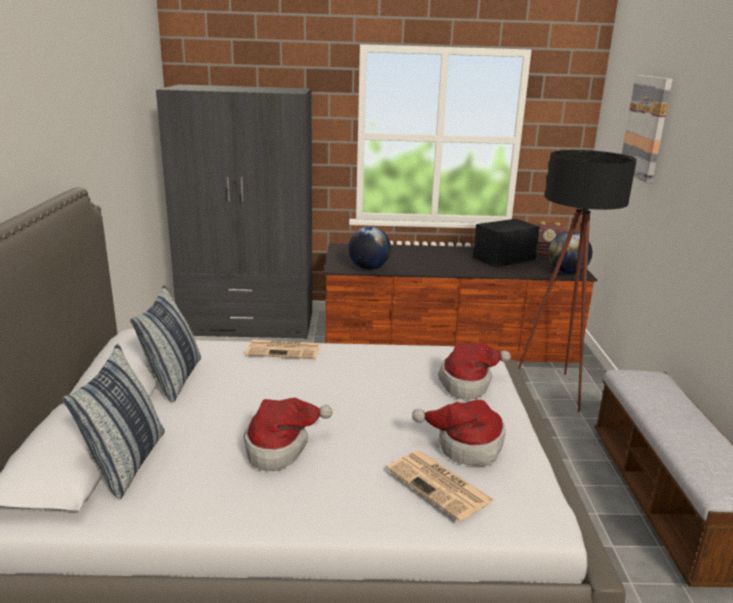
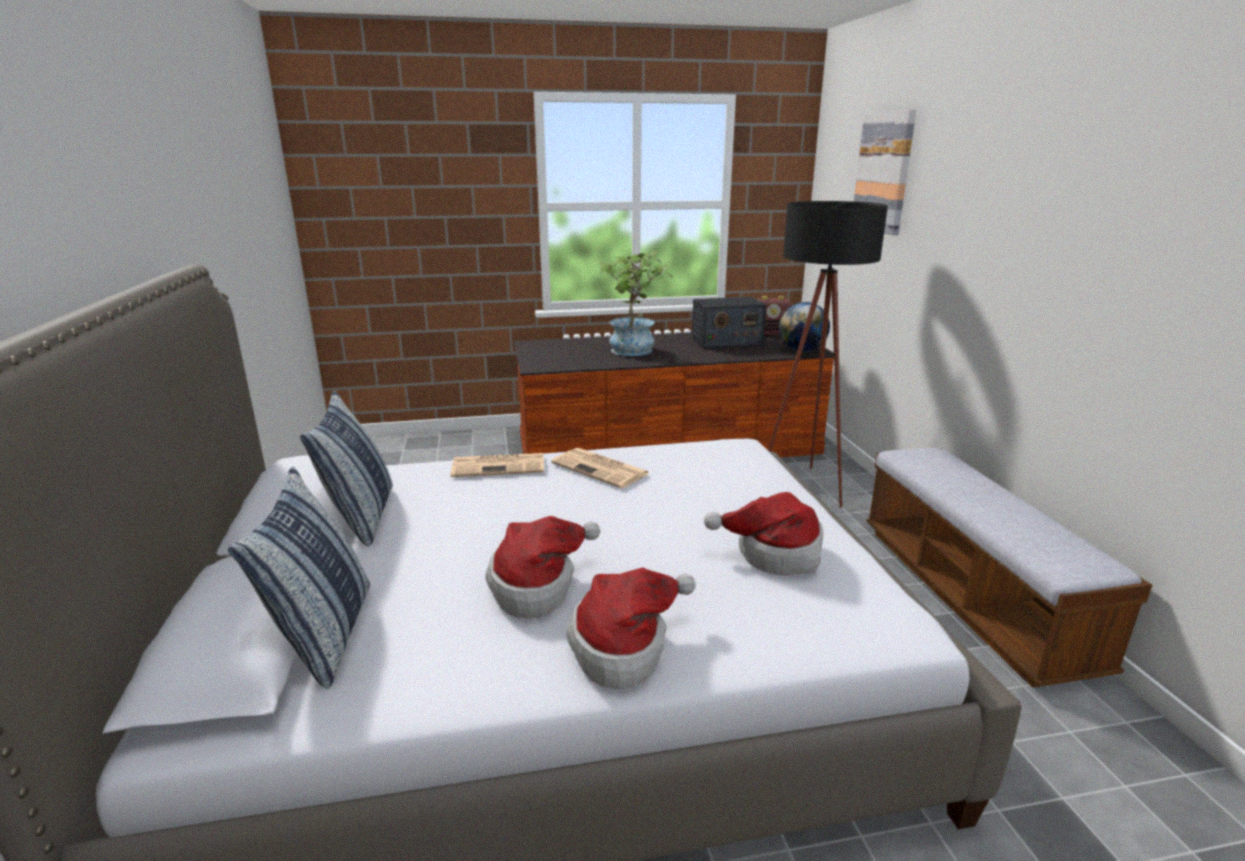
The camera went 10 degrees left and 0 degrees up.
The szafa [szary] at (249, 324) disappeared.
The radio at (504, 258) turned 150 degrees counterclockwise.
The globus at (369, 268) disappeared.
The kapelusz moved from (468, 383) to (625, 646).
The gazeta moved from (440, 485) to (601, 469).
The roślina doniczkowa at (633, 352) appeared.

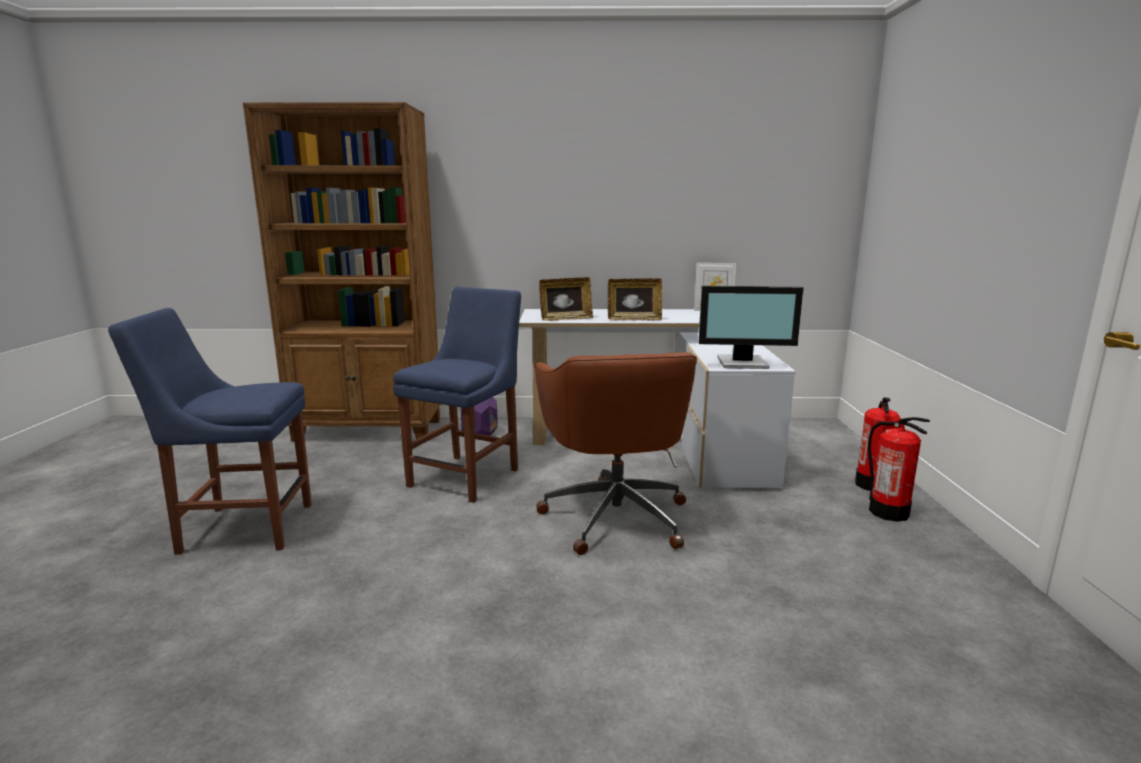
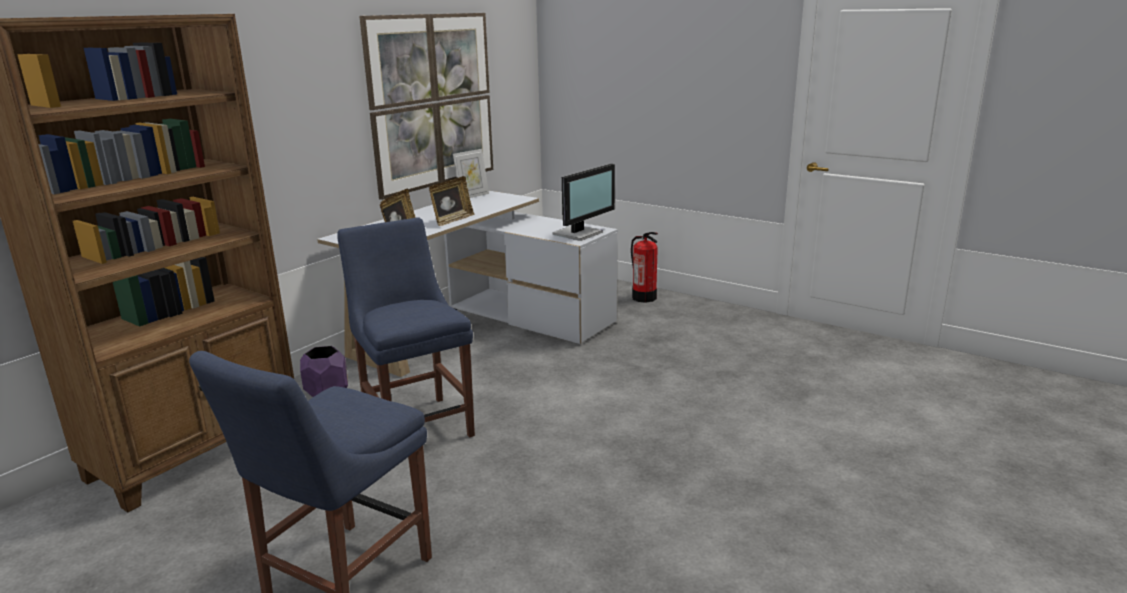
The camera went 55 degrees left and 5 degrees up.
The krzesło biurowe [brązowy] at (615, 515) disappeared.
The gaśnica at (888, 512) disappeared.
The obraz at (432, 101) appeared.

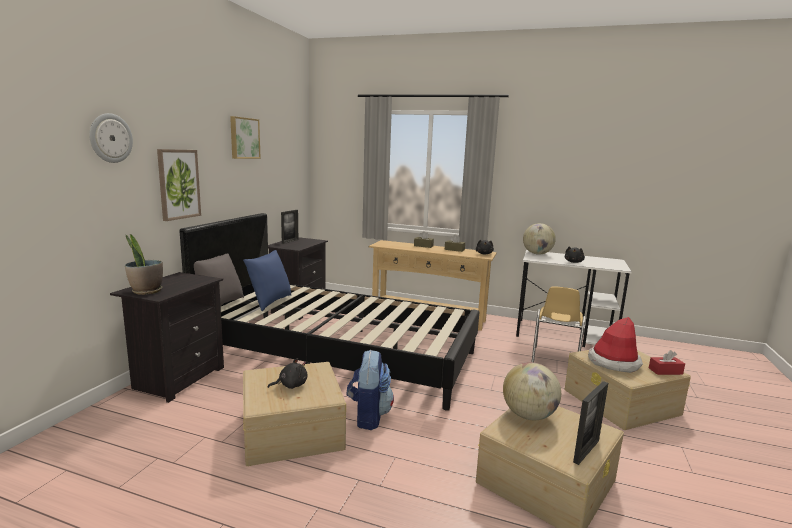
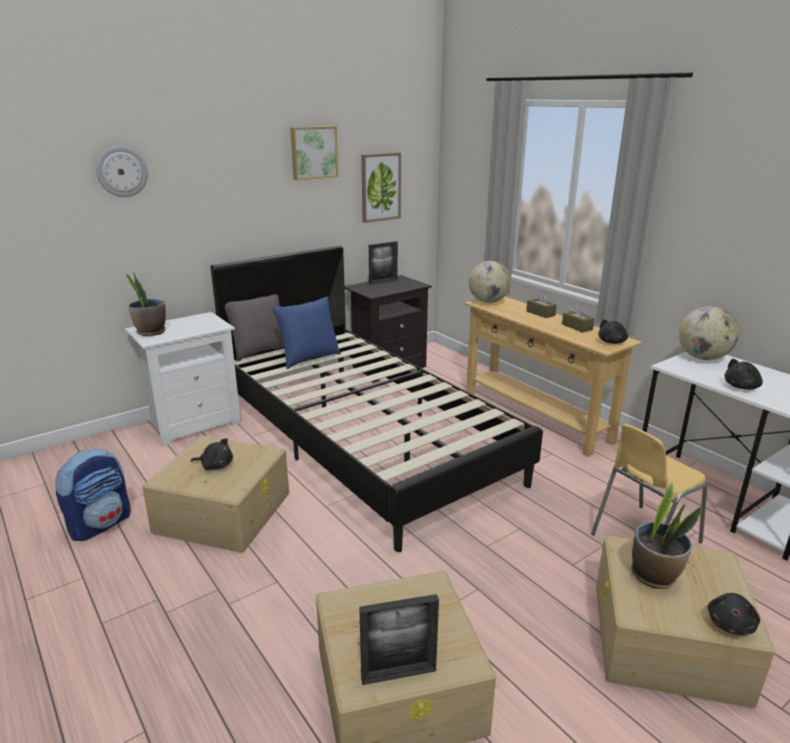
The camera went 35 degrees right and 10 degrees up.
The obraz moved from (178, 184) to (380, 187).
The szafka nocna [czarny] at (177, 378) became the szafka nocna [biały] at (193, 423).
The kapelusz at (613, 362) was replaced by the roślina doniczkowa at (654, 575).
The plecak moved from (368, 416) to (100, 524).
The pudełko chusteczek [czerwony] at (665, 371) was replaced by the pluszak [czarny] at (730, 624).
The globus moved from (528, 415) to (488, 302).

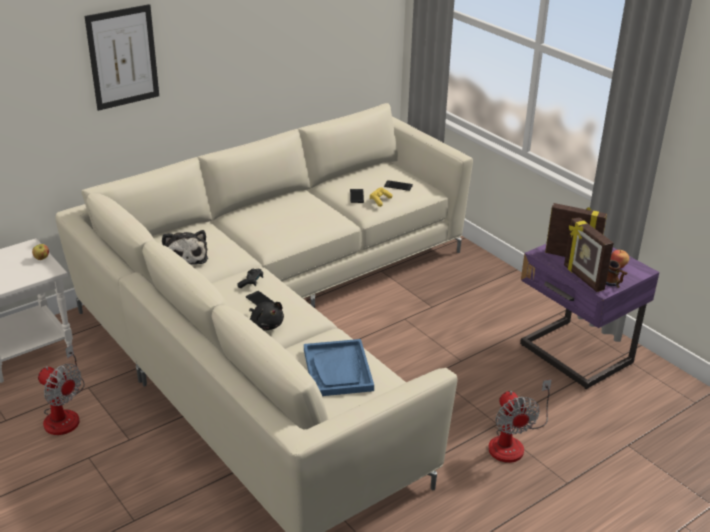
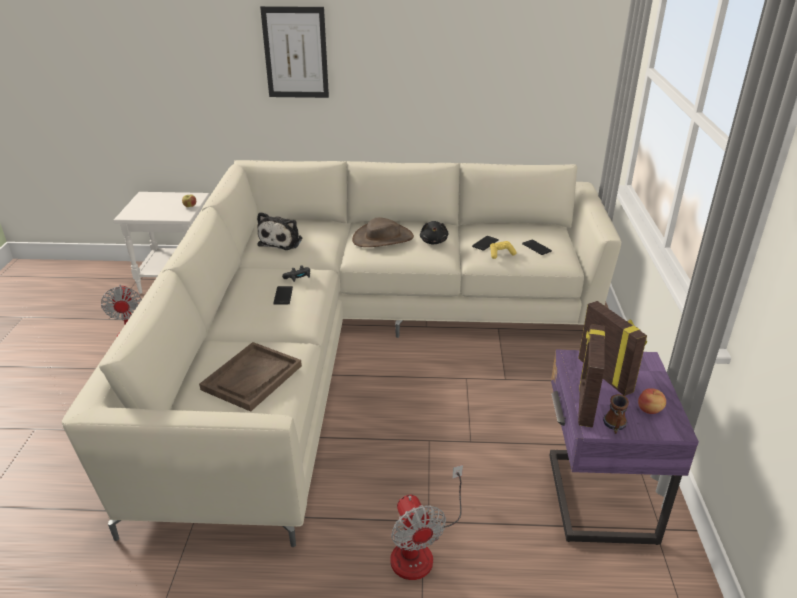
The camera went 40 degrees right and 0 degrees up.
The pluszak [czarny] moved from (266, 325) to (433, 241).
The taca [niebieski] at (338, 370) became the taca [brązowy] at (252, 378).
The wentylator at (513, 442) turned 45 degrees counterclockwise.
The kapelusz [brązowy] at (383, 238) appeared.

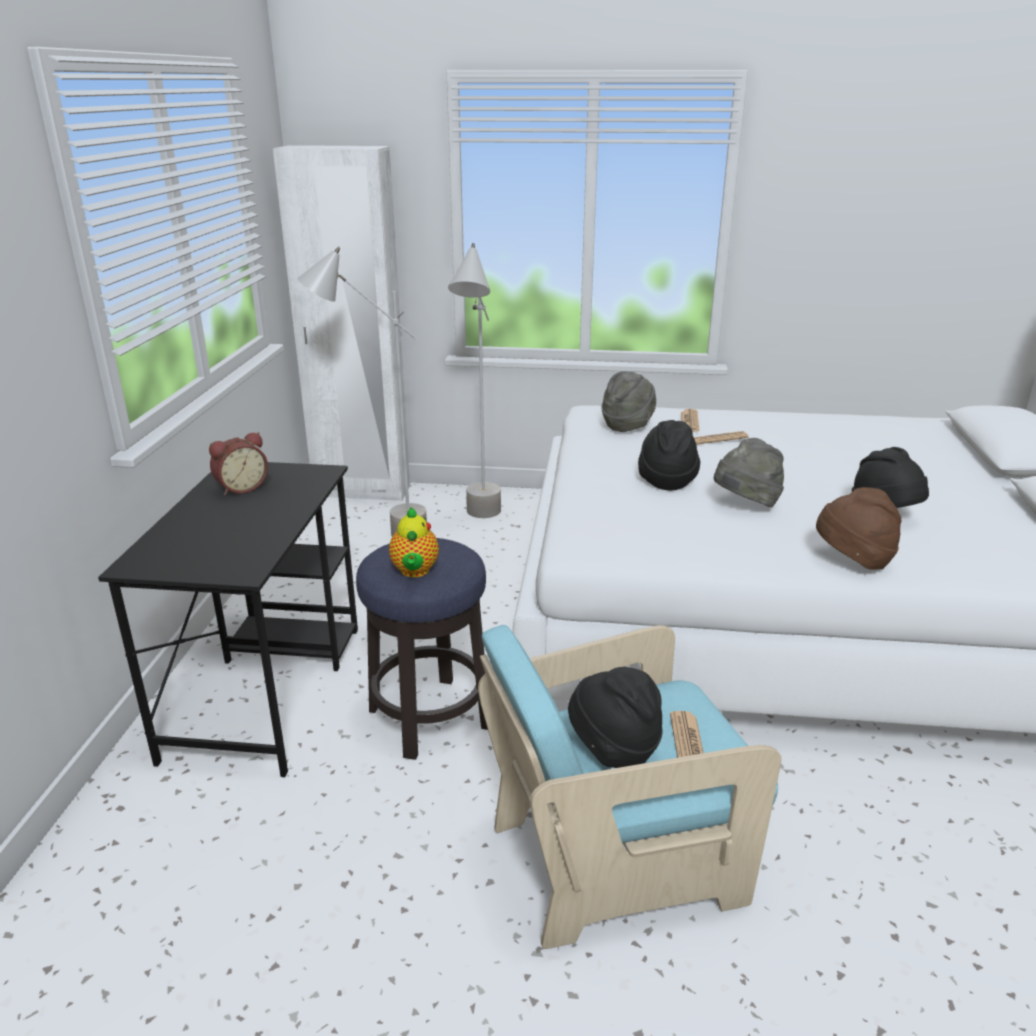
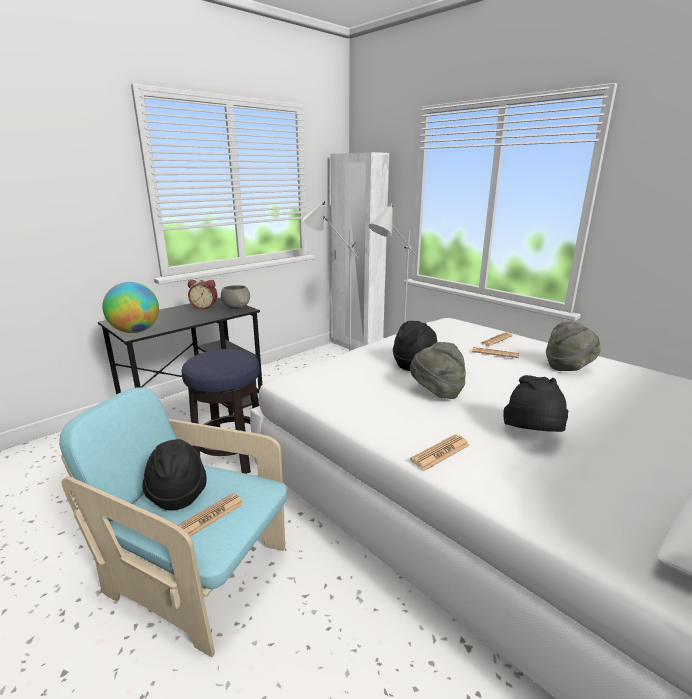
The camera went 40 degrees right and 5 degrees down.
The kapelusz [szary] moved from (627, 425) to (568, 367).
The kapelusz [brązowy] at (853, 561) was replaced by the gazeta at (440, 452).
The imbryk at (414, 572) disappeared.
The globus at (135, 331) appeared.
The miska [szary] at (236, 308) appeared.

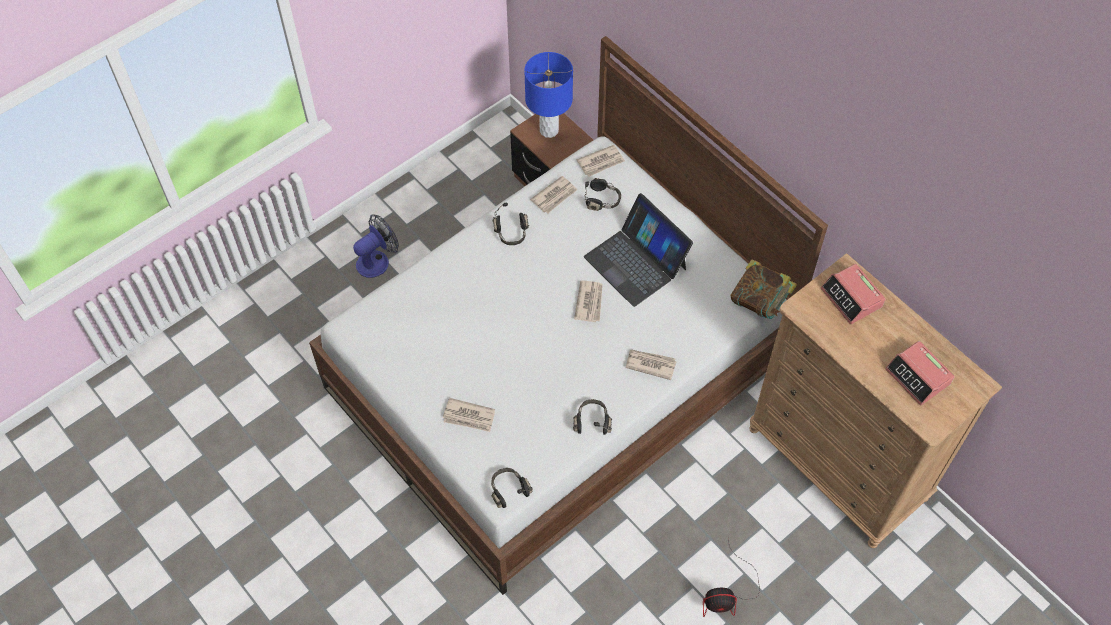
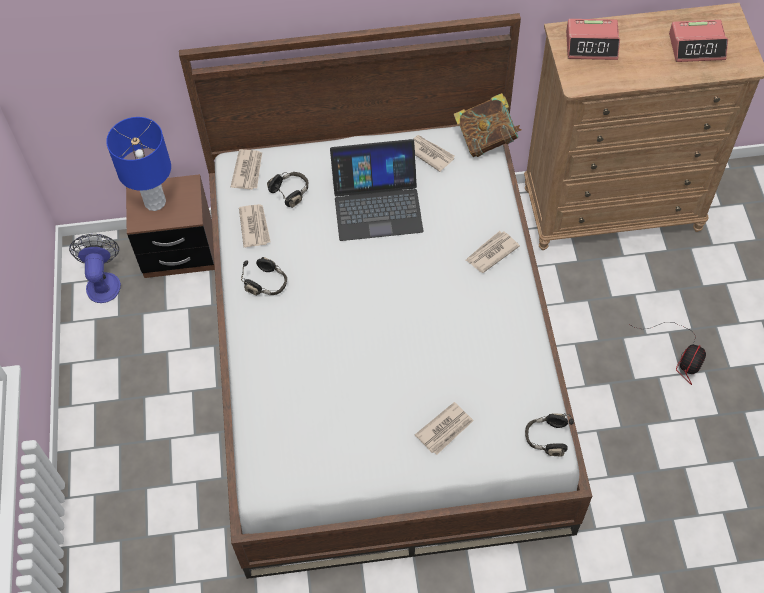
The camera went 55 degrees left and 0 degrees up.
The wentylator moved from (377, 260) to (103, 281).
The gazeta moved from (589, 302) to (429, 153).
The słuchawki [czarny] at (592, 421) disappeared.

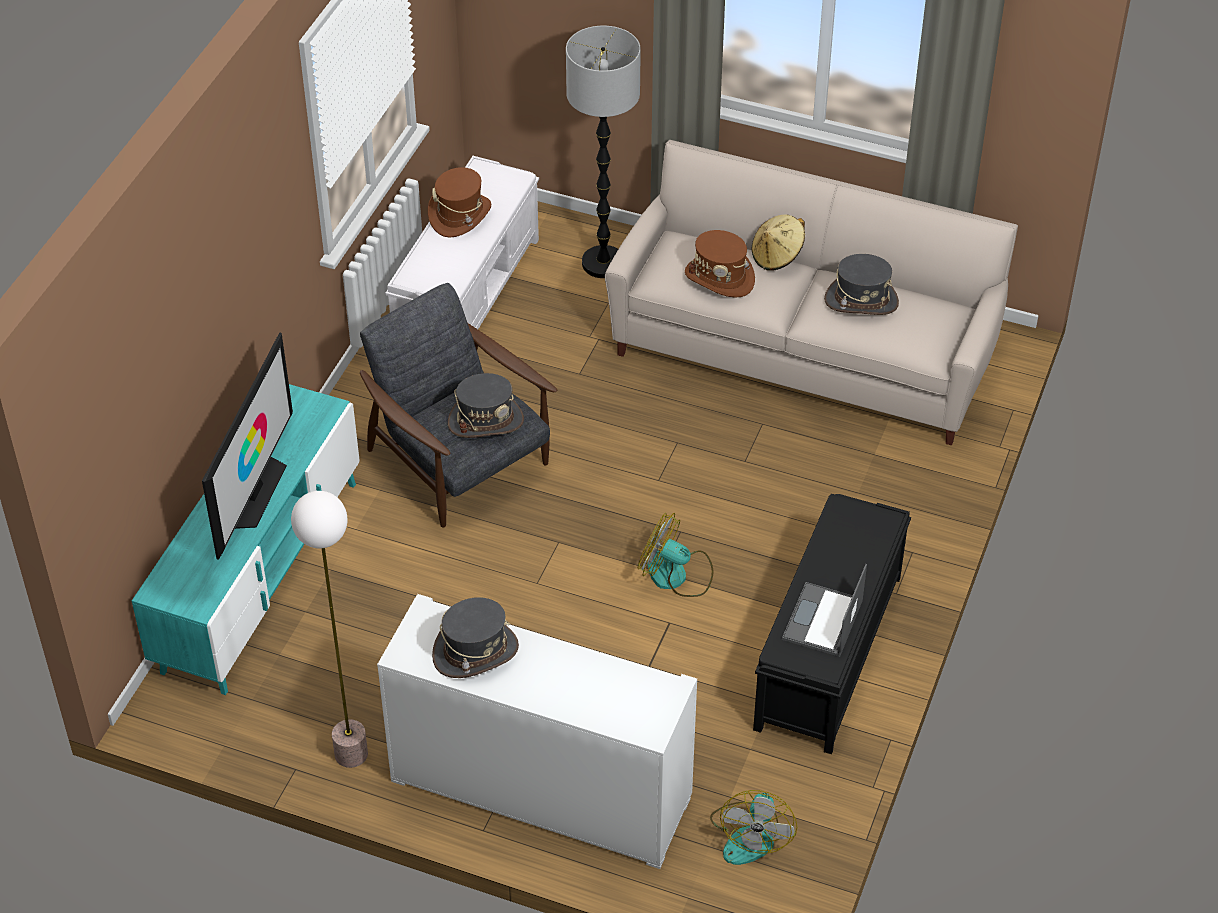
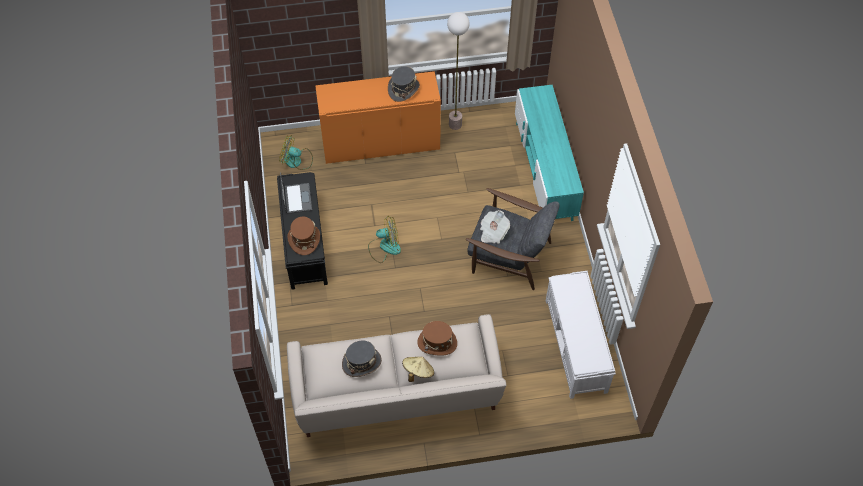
The camera went 150 degrees right and 10 degrees up.
The lampa stojąca at (603, 263) disappeared.
The kapelusz [brązowy] moved from (460, 215) to (304, 239).
The telewizor at (254, 492) disappeared.
The kapelusz [szary] at (486, 421) was replaced by the gazeta at (493, 232).
The szafka [biały] at (541, 788) became the szafka [pomarańczowy] at (380, 143).
The wentylator at (751, 835) turned 60 degrees counterclockwise.

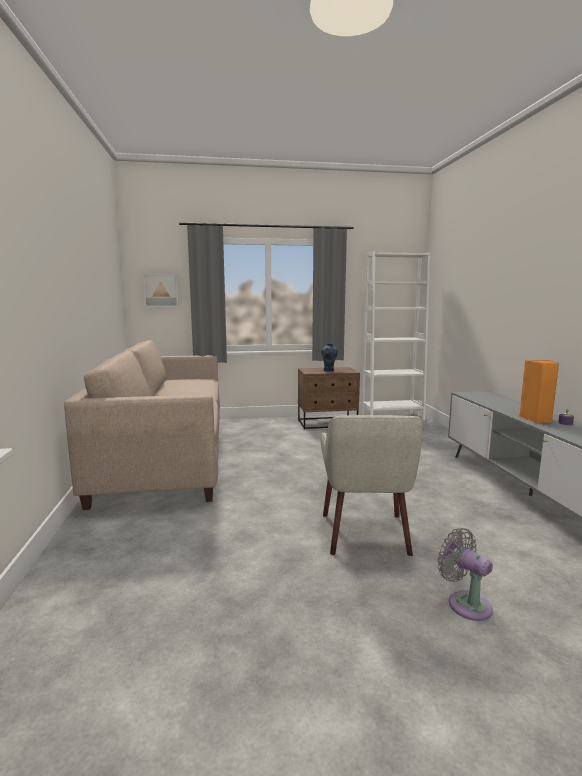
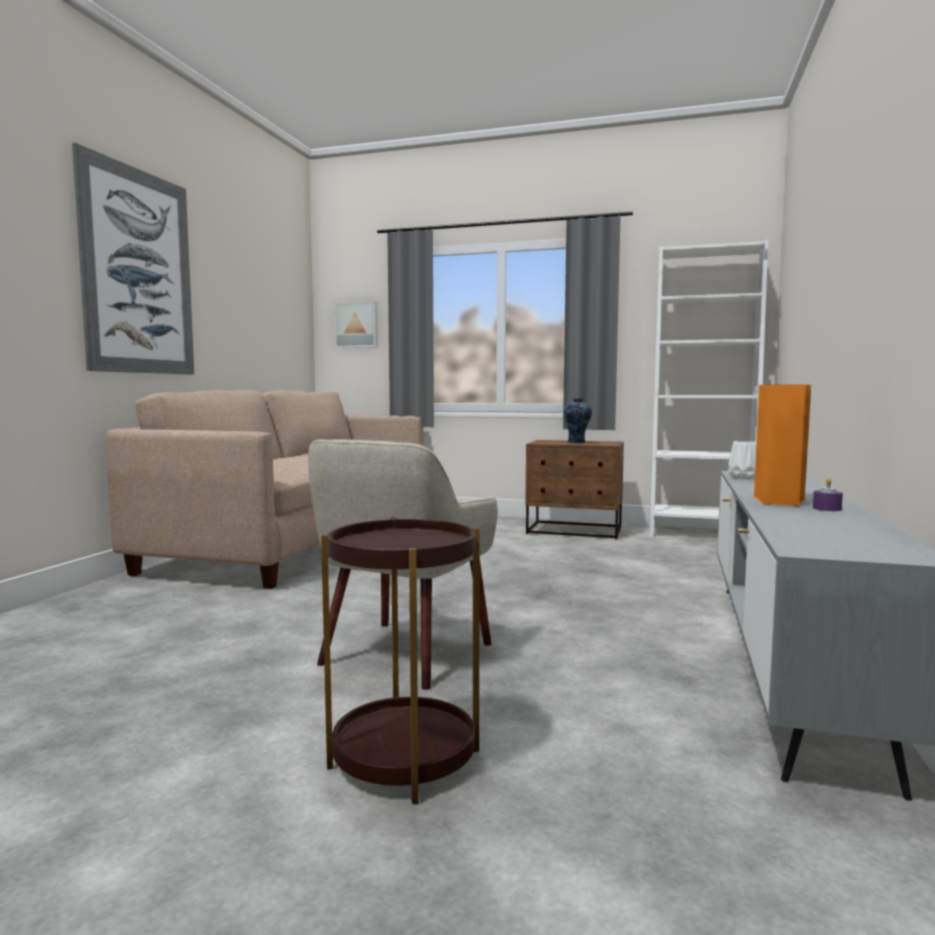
The camera went 25 degrees right and 5 degrees down.
The wentylator [szary] at (465, 603) was replaced by the stolik [brązowy] at (404, 759).
The obraz at (138, 272) appeared.
The wazon [biały] at (746, 477) appeared.

